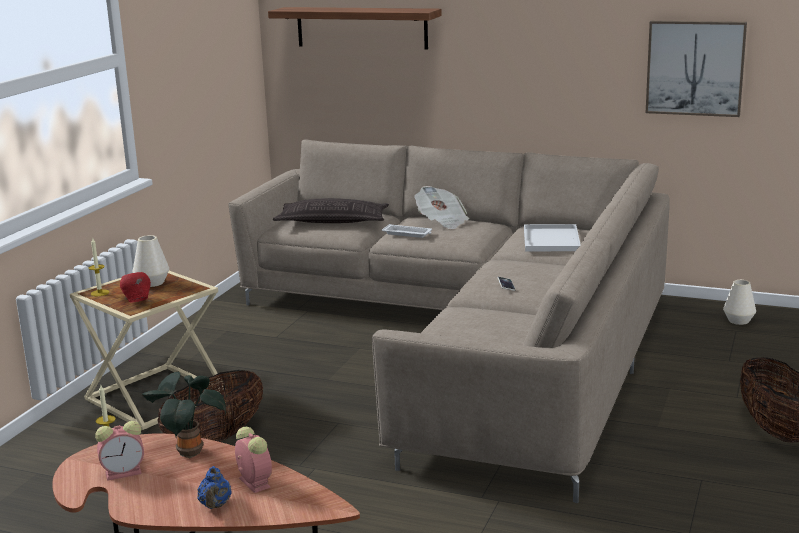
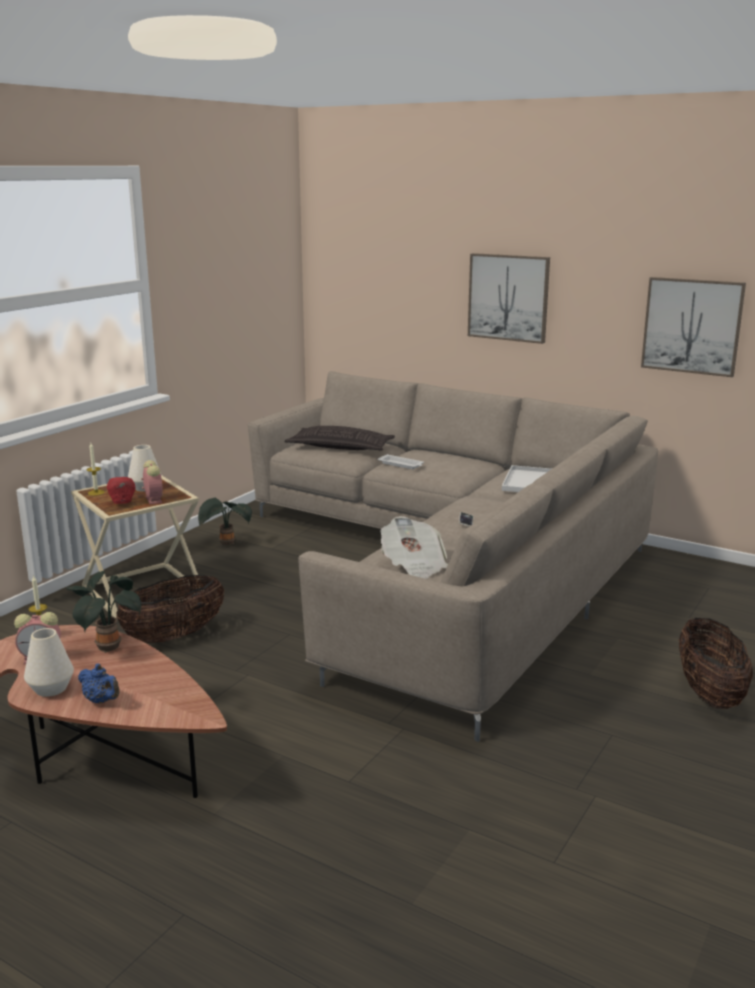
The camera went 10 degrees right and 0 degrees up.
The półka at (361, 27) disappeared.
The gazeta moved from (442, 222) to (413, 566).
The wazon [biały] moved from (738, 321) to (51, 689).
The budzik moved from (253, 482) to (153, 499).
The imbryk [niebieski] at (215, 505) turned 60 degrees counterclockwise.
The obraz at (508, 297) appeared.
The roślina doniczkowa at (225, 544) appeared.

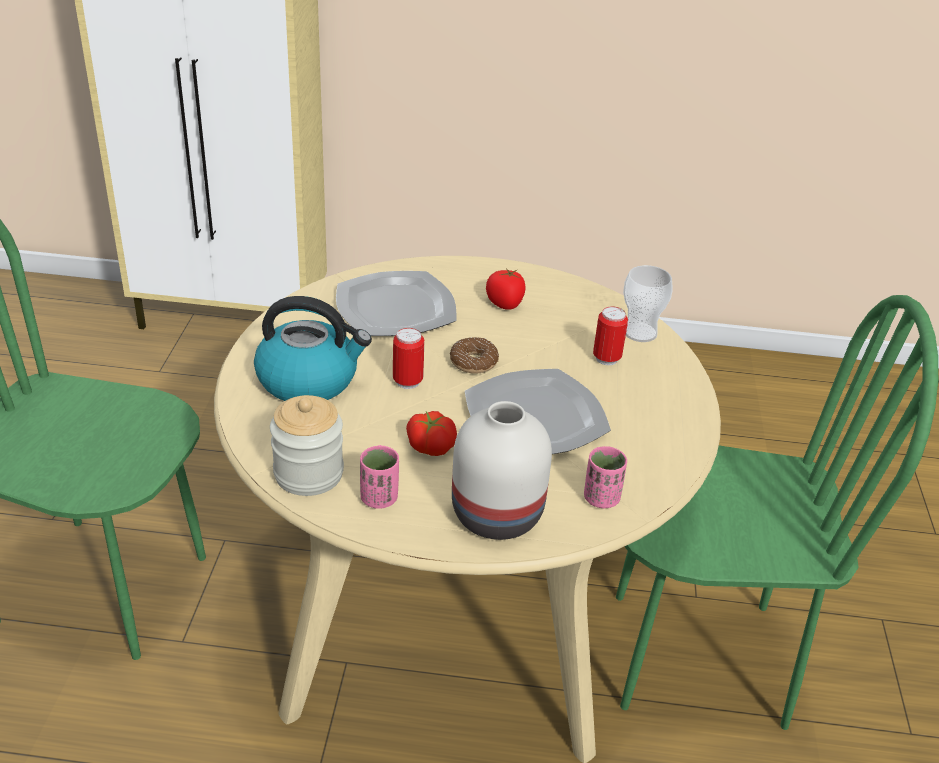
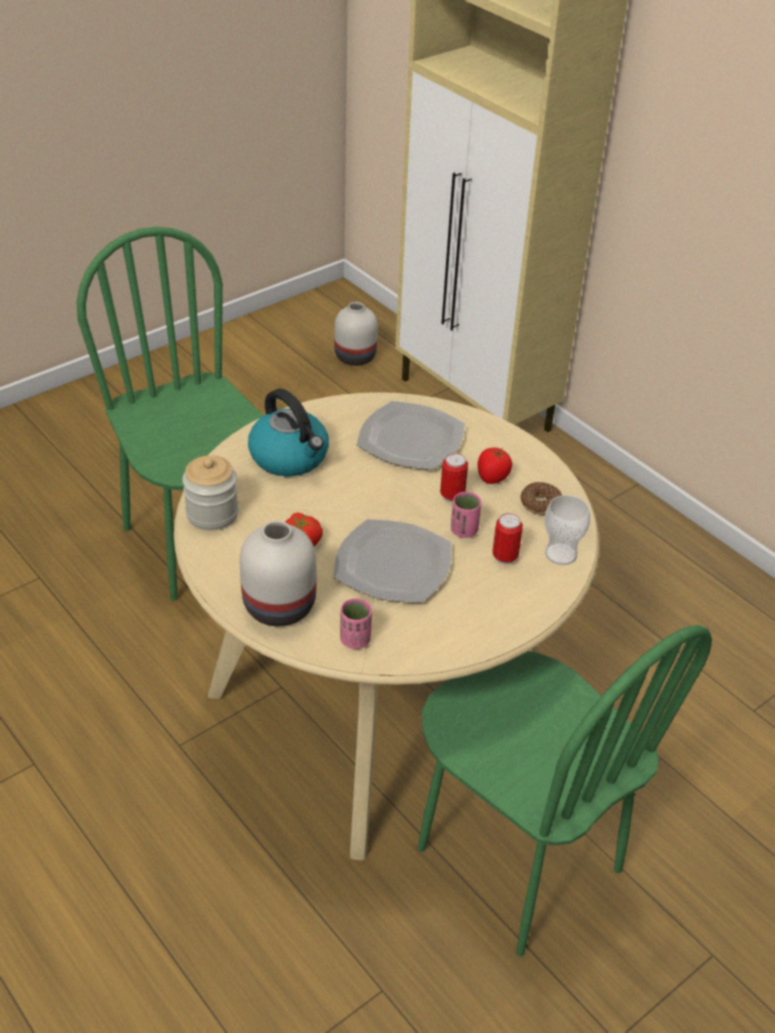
The camera went 45 degrees right and 5 degrees up.
The puszka moved from (407, 382) to (452, 496).
The donut moved from (473, 362) to (540, 504).
The filiżanka [różowy] moved from (379, 498) to (464, 531).
The wazon [biały] at (356, 356) appeared.

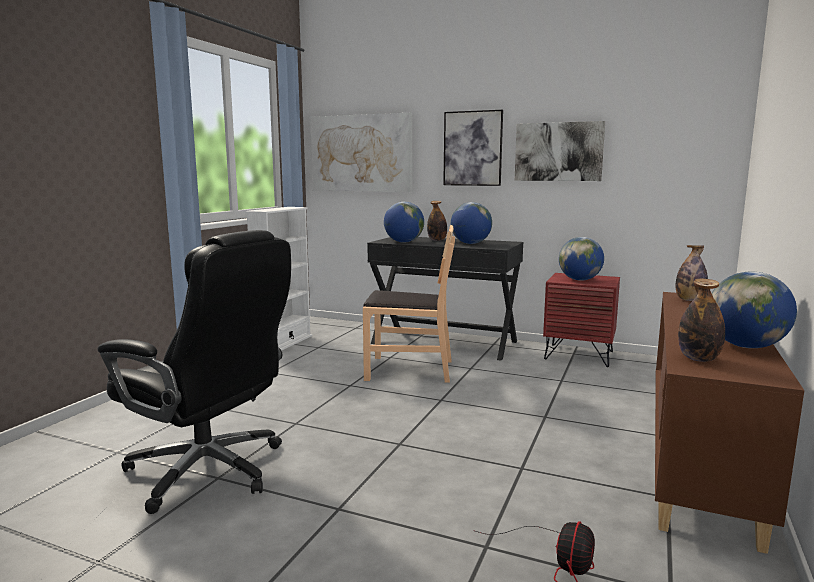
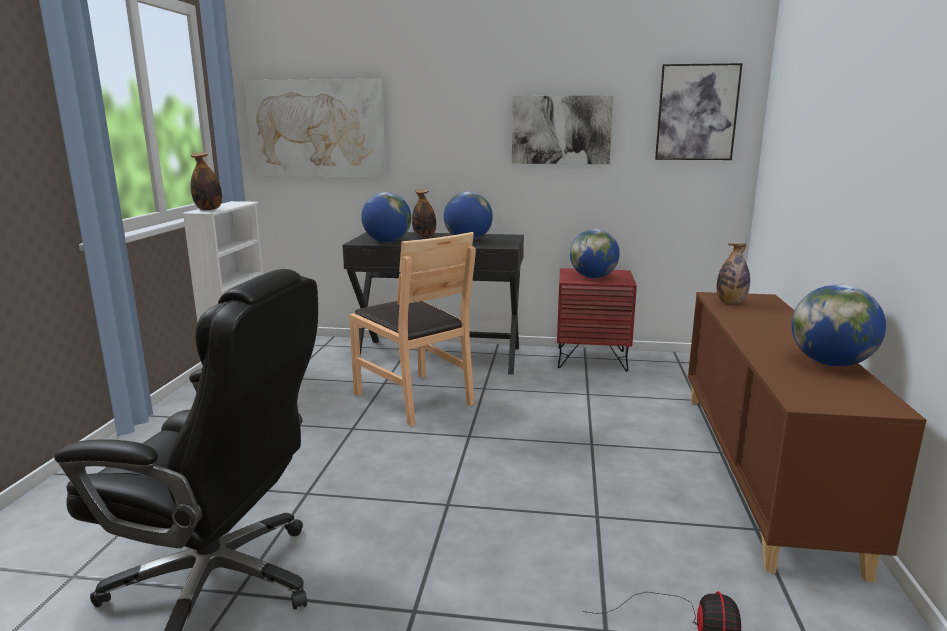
The camera went 15 degrees left and 5 degrees up.
The obraz moved from (472, 148) to (697, 112).
The krzesło [brązowy] at (409, 369) turned 60 degrees clockwise.
The butelka moved from (698, 359) to (209, 209).

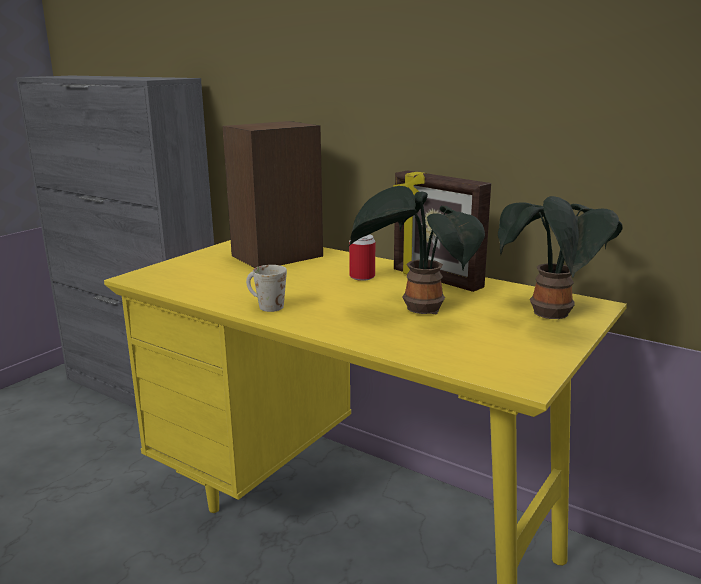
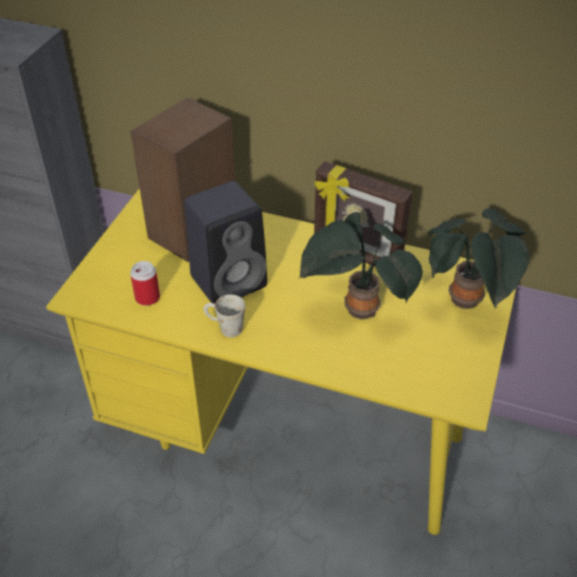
The camera went 15 degrees left and 25 degrees up.
The puszka moved from (362, 277) to (147, 297).
The głośnik [czarny] at (230, 280) appeared.

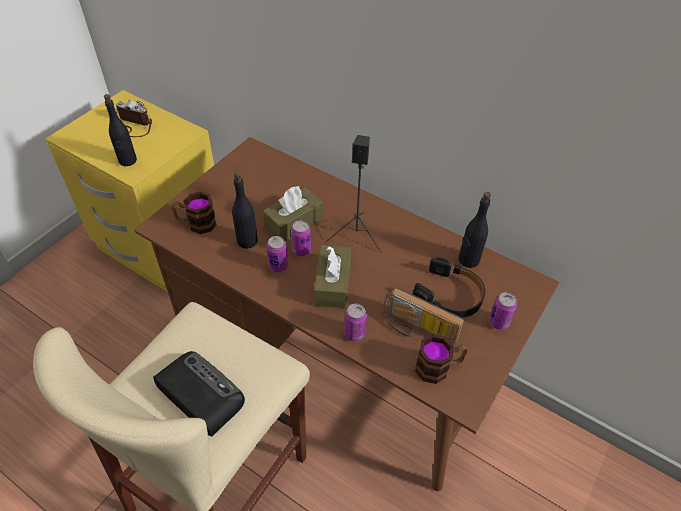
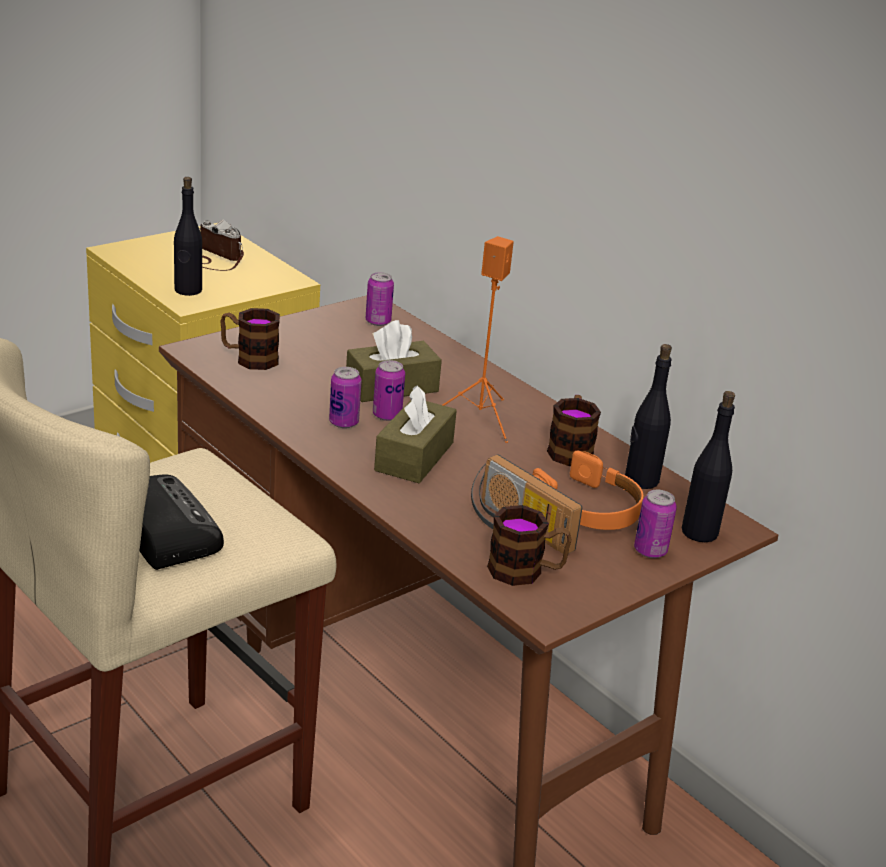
The camera went 15 degrees right and 20 degrees down.
The głośnik [czarny] at (357, 235) became the głośnik [pomarańczowy] at (480, 419).
The butelka [czarny] moved from (247, 240) to (700, 532).
The słuchawki [czarny] at (450, 295) became the słuchawki [pomarańczowy] at (588, 507).
The puszka moved from (354, 333) to (378, 321).
The kubek at (570, 449) appeared.

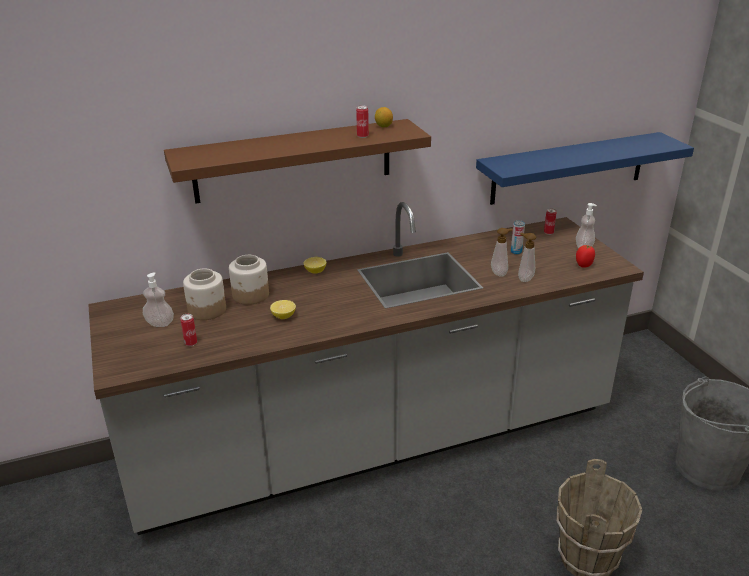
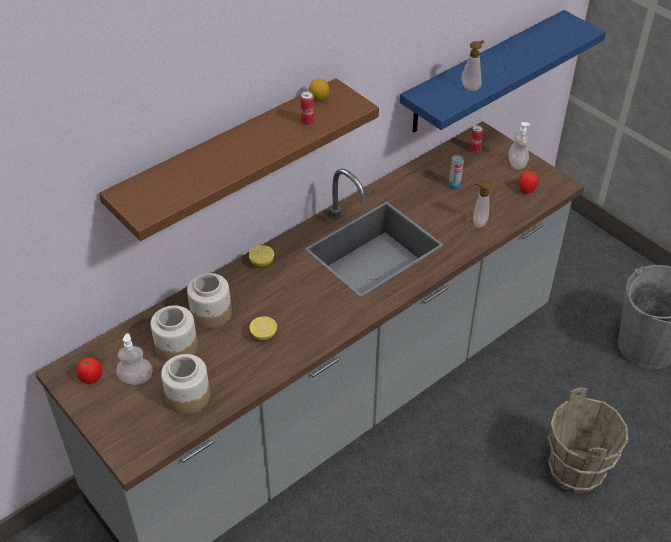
The camera went 20 degrees left and 15 degrees up.
The dozownik mydła moved from (500, 273) to (471, 87).
The puszka at (191, 343) was replaced by the słoik at (187, 396).
The pomidor at (91, 379) appeared.

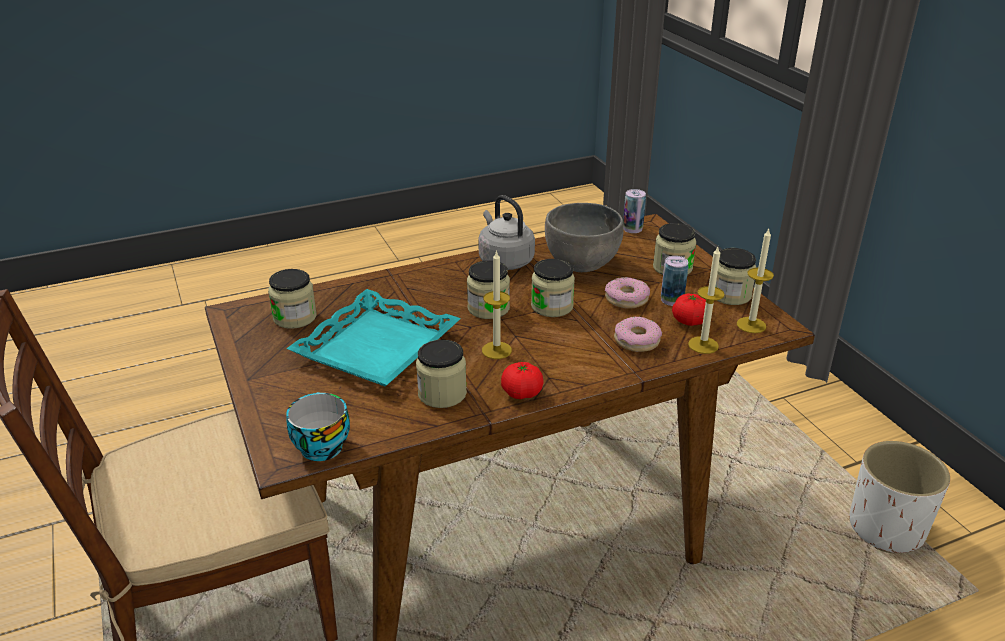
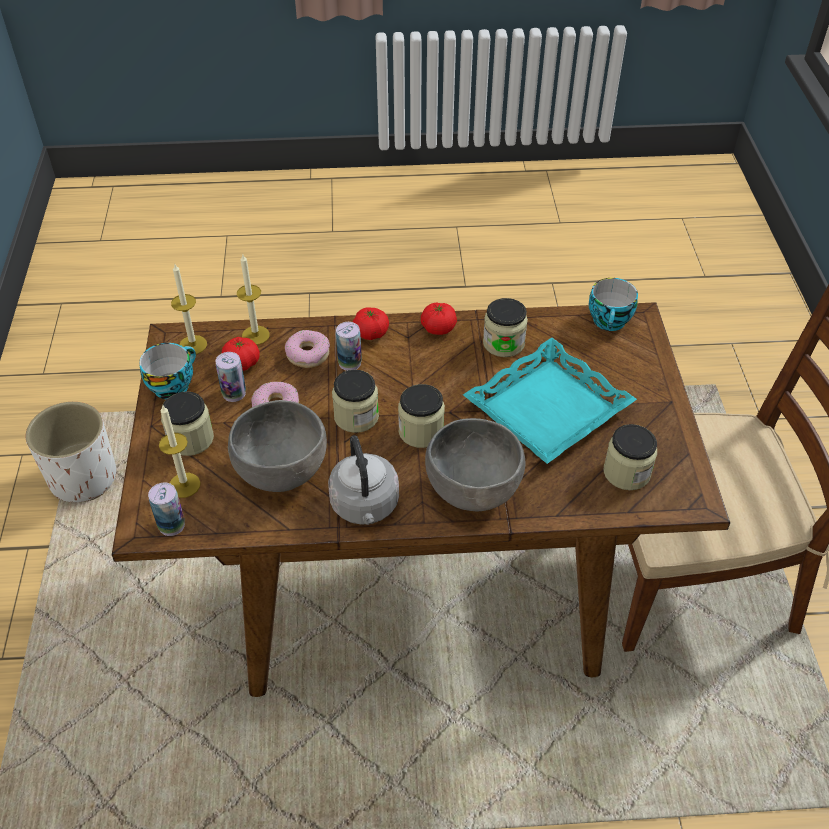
The camera went 160 degrees left and 15 degrees up.
The słoik at (730, 295) was replaced by the filiżanka at (172, 385).
The świeca moved from (496, 350) to (184, 485).
The pomidor at (371, 333) appeared.
The puszka at (350, 363) appeared.
The miska [szary] at (474, 492) appeared.

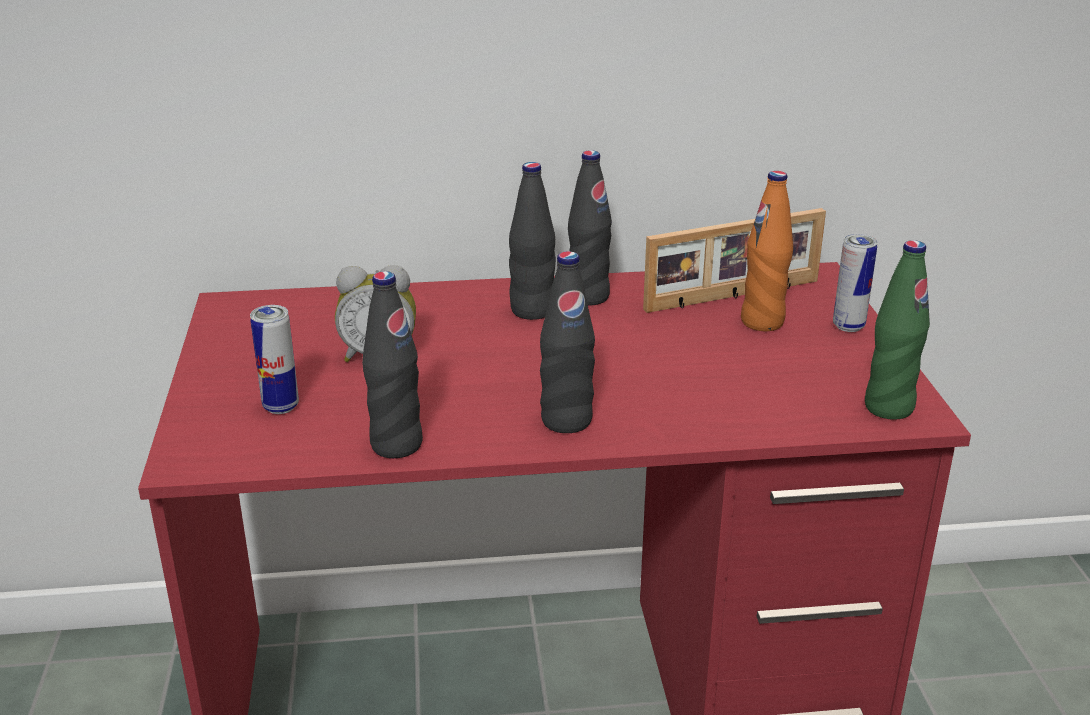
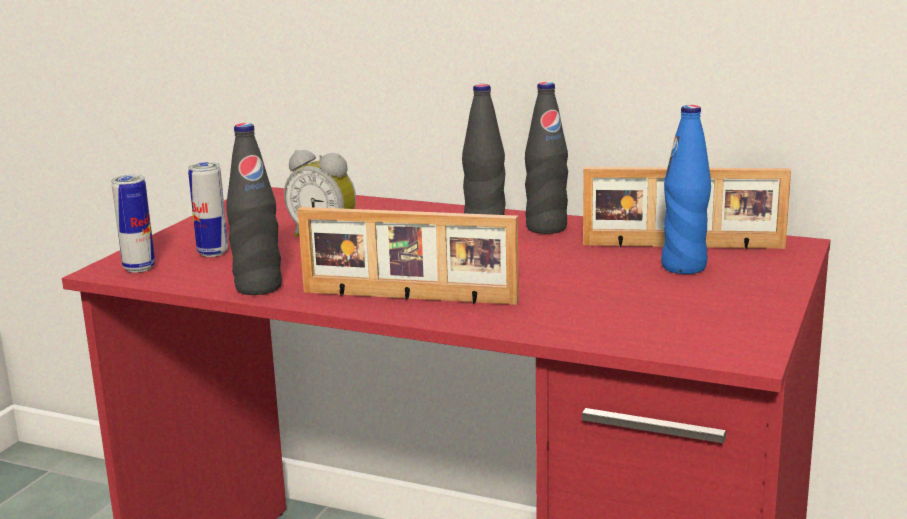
The camera went 30 degrees right and 10 degrees down.
The butelka [pomarańczowy] at (762, 322) became the butelka [niebieski] at (684, 267).
The puszka moved from (848, 326) to (139, 268).
The butelka [zielony] at (888, 407) disappeared.
The butelka [czarny] at (566, 421) was replaced by the ramka na zdjęcie at (408, 298).

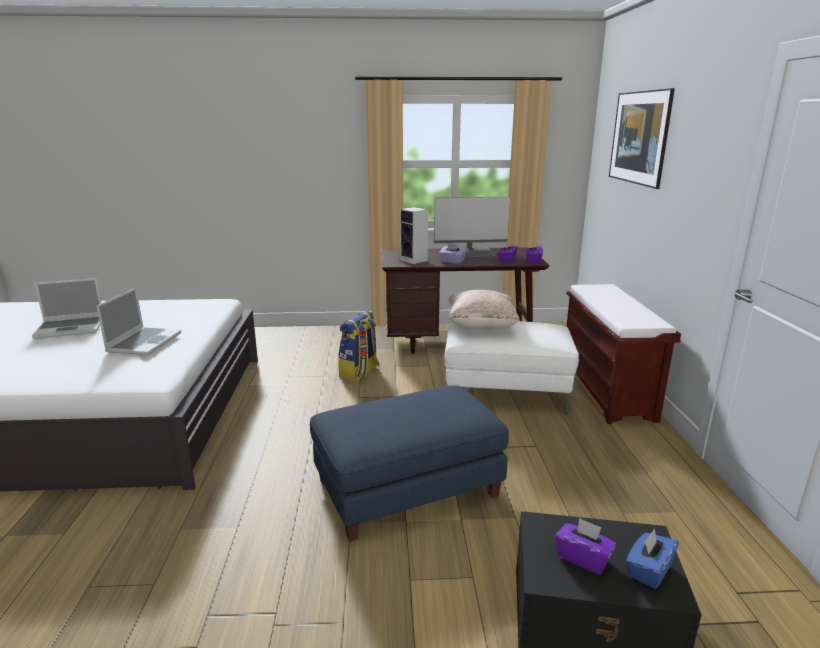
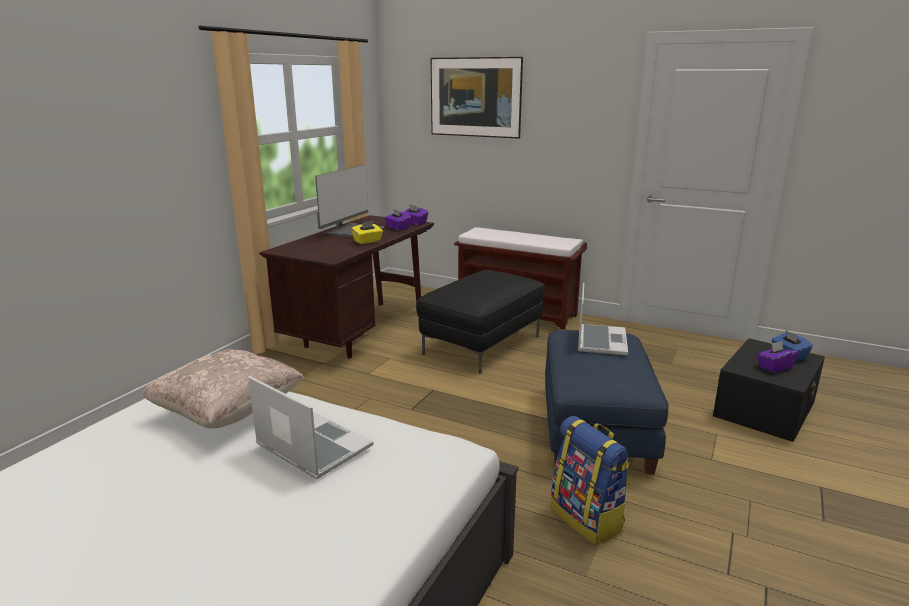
The camera went 60 degrees left and 0 degrees up.
The głośnik at (414, 260) disappeared.
The pudełko chusteczek [fioletowy] at (452, 261) became the pudełko chusteczek [żółty] at (367, 241).
The laptop moved from (72, 328) to (600, 340).
The poduszka [beżowy] moved from (481, 326) to (228, 413).
The plecak moved from (359, 372) to (587, 518).
The pufa [biały] at (506, 392) became the pufa [czarny] at (481, 344).

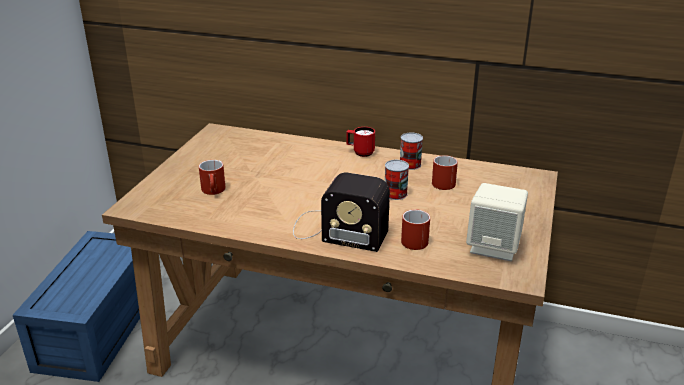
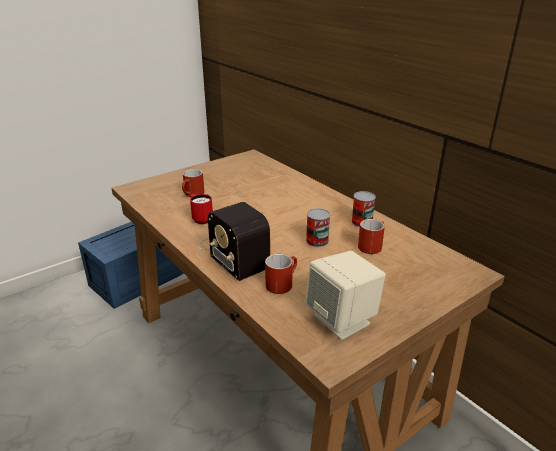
The camera went 35 degrees right and 0 degrees up.
The kubek [czerwony] moved from (360, 152) to (200, 219).

